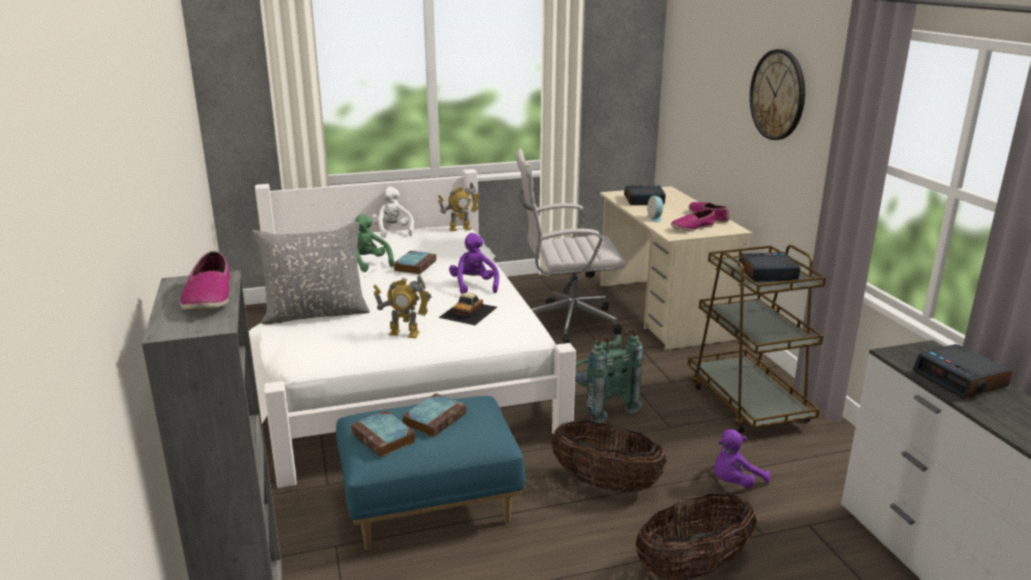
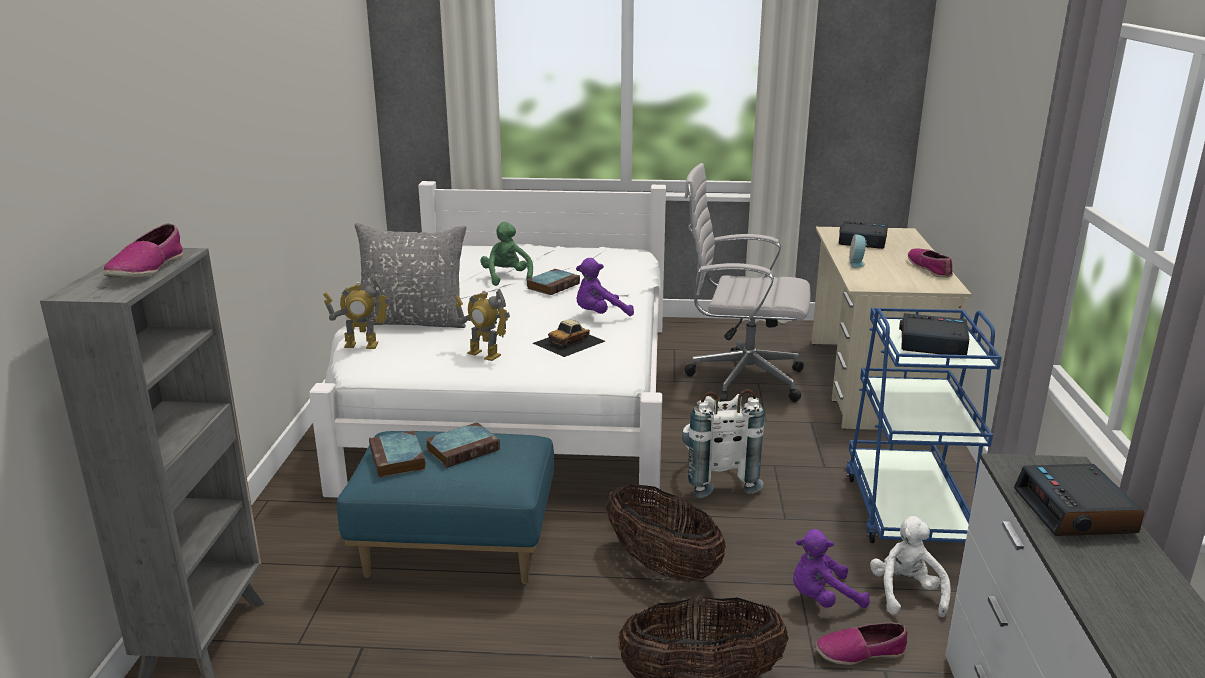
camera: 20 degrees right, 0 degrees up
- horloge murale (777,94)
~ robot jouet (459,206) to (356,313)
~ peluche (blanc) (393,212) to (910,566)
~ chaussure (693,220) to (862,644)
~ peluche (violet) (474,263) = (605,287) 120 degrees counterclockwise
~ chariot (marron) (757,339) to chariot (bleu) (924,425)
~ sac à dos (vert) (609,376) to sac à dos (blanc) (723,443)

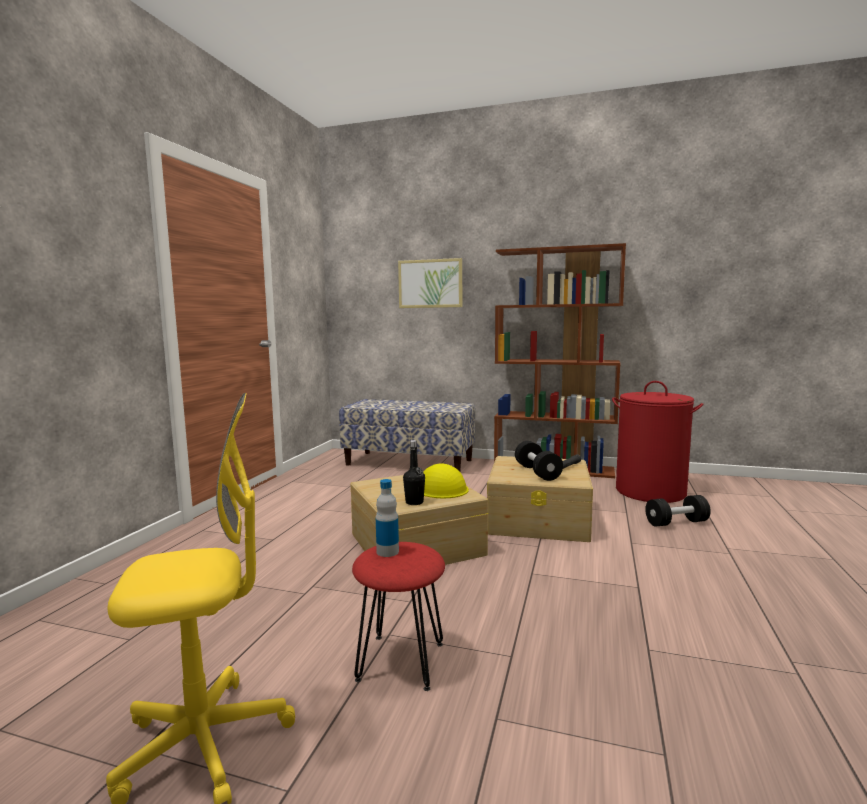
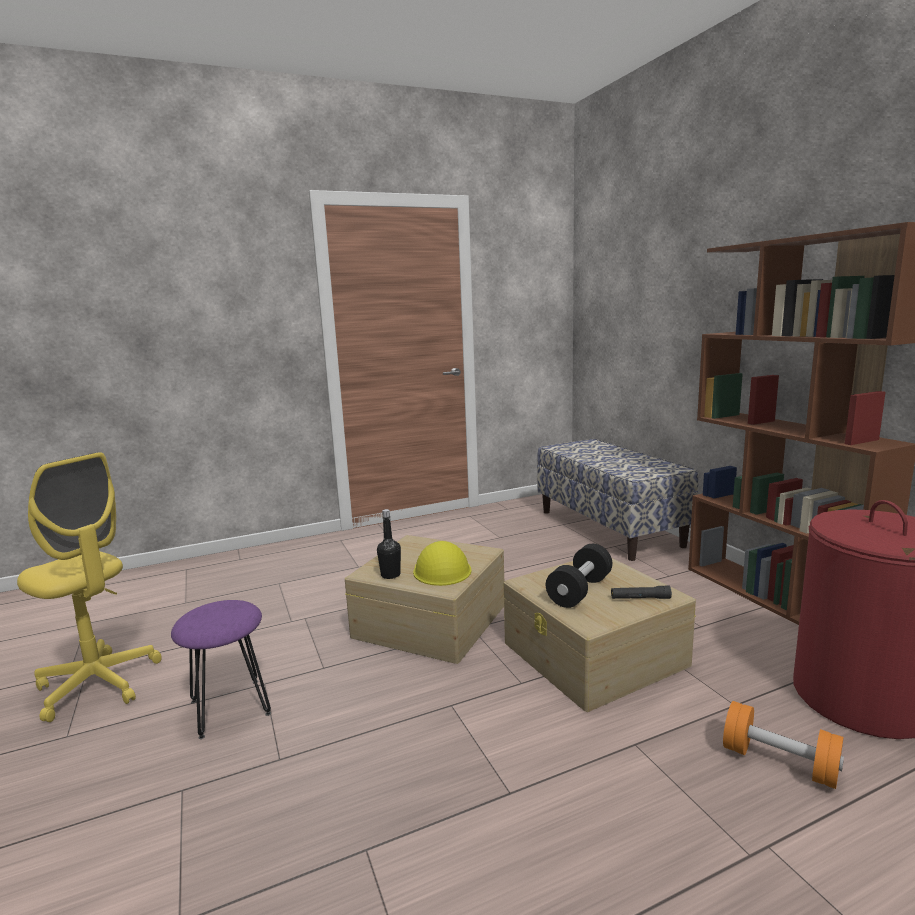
camera: 50 degrees right, 5 degrees up
- tableau (430,283)
- bouteille (387,518)
~ haltère (noir) (678,511) to haltère (orange) (783,745)
~ tabouret (rouge) (398,616) to tabouret (violet) (221,669)

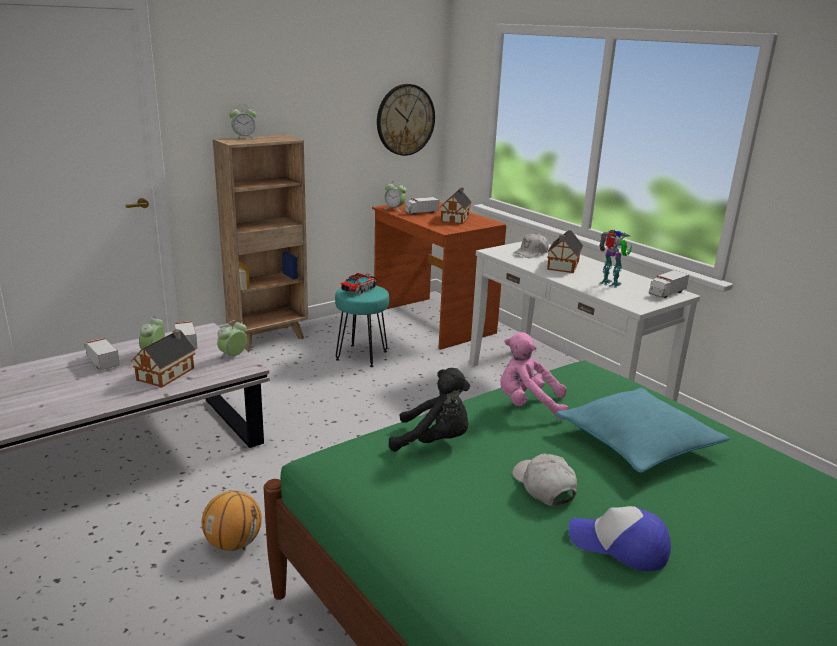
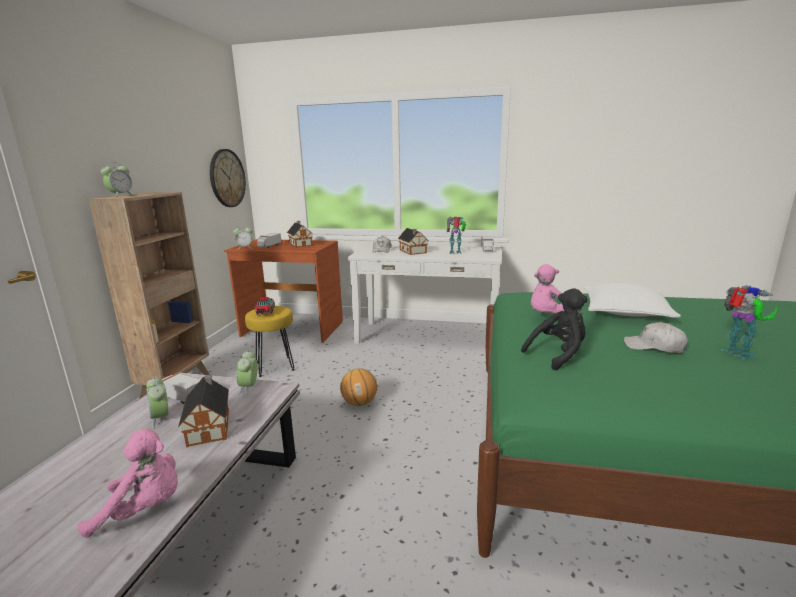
camera: 40 degrees left, 5 degrees down
~ tabouret (turquoise) (362,326) to tabouret (jaune) (270,341)
- camion jouet (102,354)
~ coussin (turquoise) (643,430) to coussin (blanc) (632,300)
~ ballon de basket (232,521) to (358,387)
~ casquette (620,538) to robot jouet (749,322)
+ peluche (rose) (128,483)

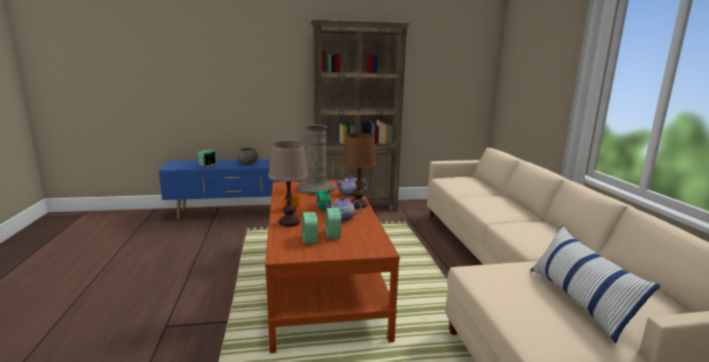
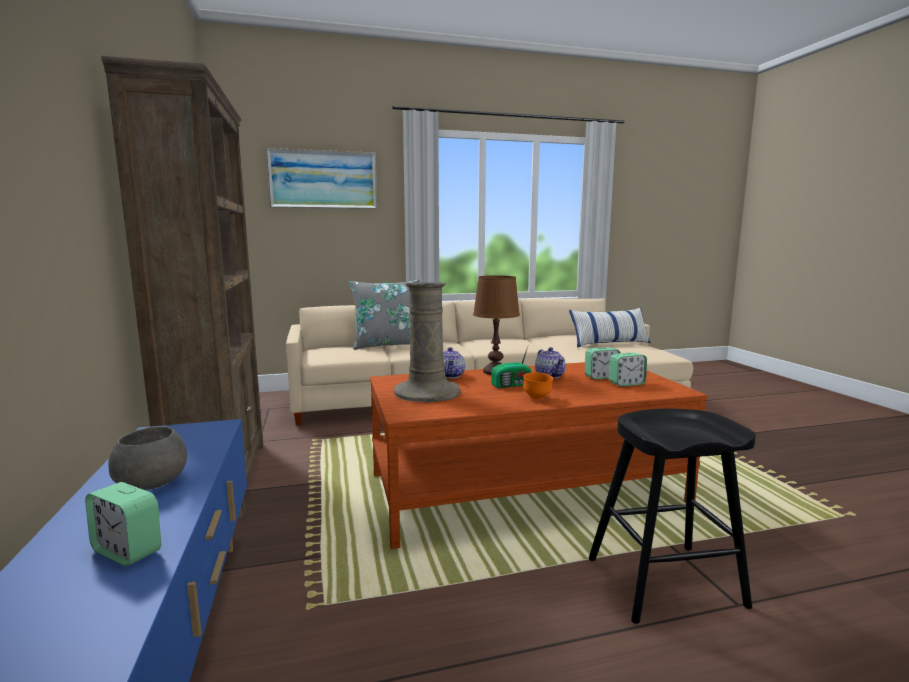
camera: 95 degrees left, 5 degrees down
- lampe de table (marron) (288,184)
+ tableau (321,178)
+ coussin (gris) (384,314)
+ tabouret (noir) (672,516)

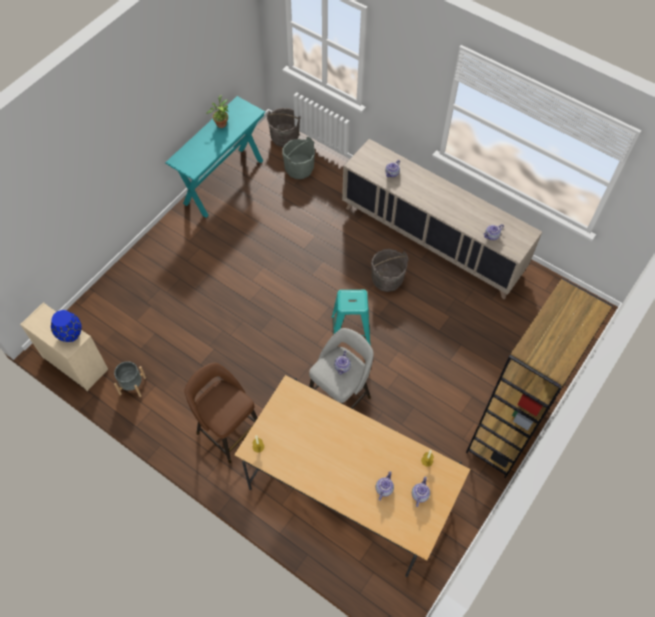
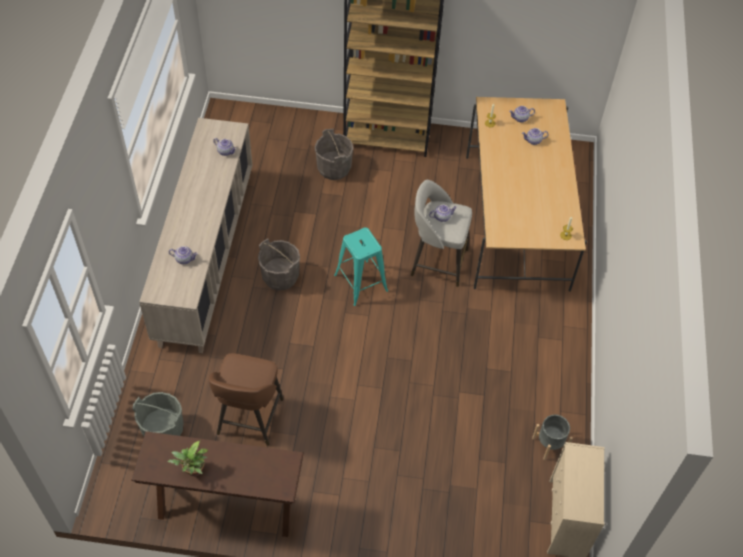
camera: 120 degrees left, 5 degrees down
~ table console (turquoise) (215,157) to table console (marron) (217,484)
~ seau (gris) (284,127) to (334,154)
- vase (bleu) (66,326)
~ tabouret (marron) (220,412) to (246,399)

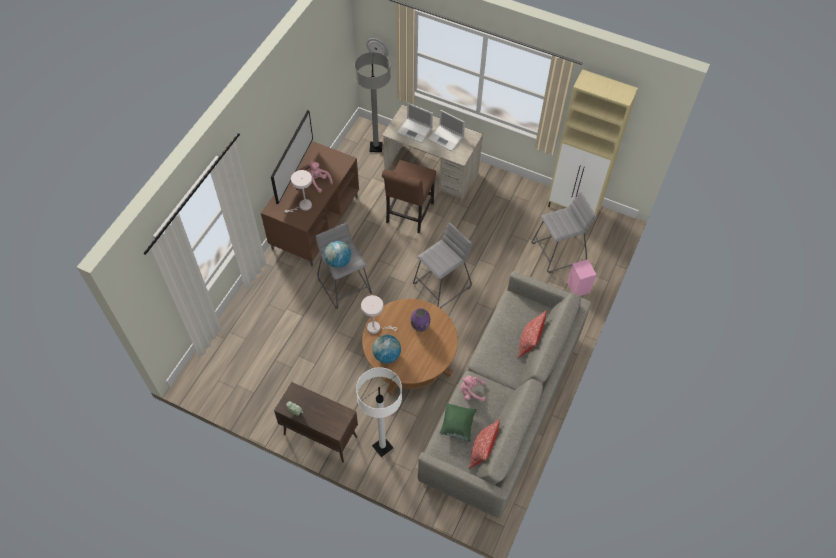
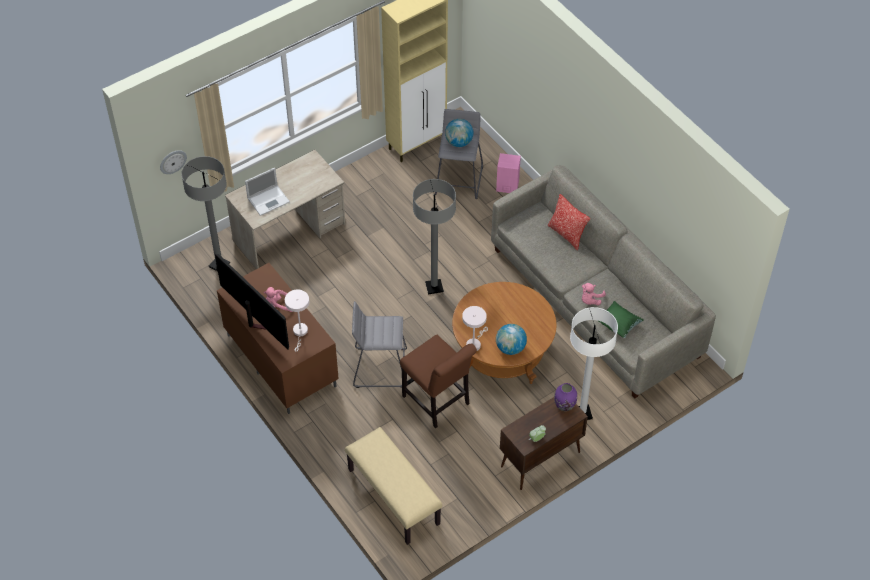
camera: 60 degrees left, 5 degrees down
- ordinateur portable (446,130)
~ chaise (marron) (409,196) to (438,382)
~ tabouret (gris) (442,265) to lampadaire (gris) (434,236)
~ globe (337,254) to (459,133)
~ vase (violet) (420,320) to (565,397)
- coussin (484,444)
+ banc (beige) (393,486)

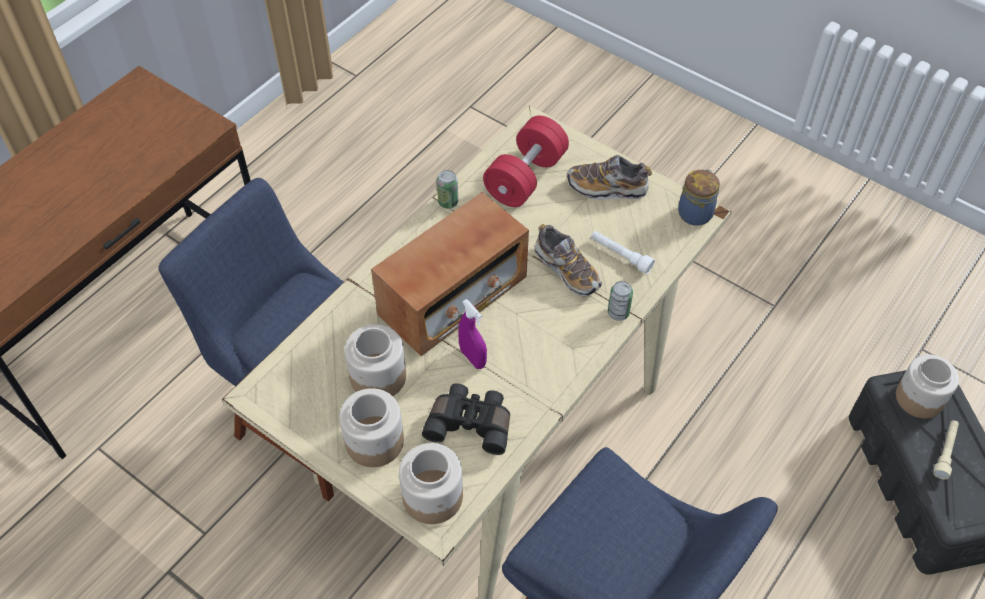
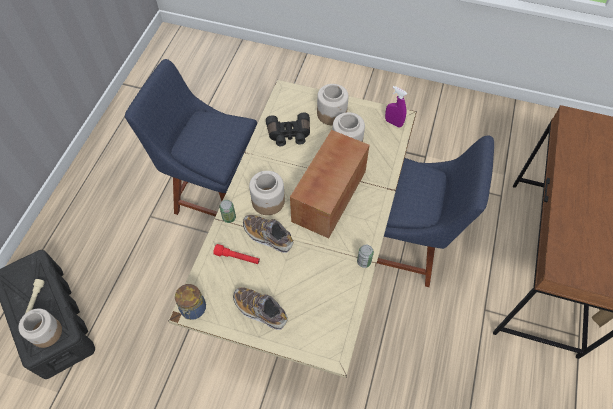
camera: 160 degrees right, 5 degrees up
- haltère (rouge) (526,161)
~ chaussure (609,177) = (260,308) 135 degrees counterclockwise
~ lampe de poche (blanc) (623,252) to lampe de poche (rouge) (236,254)
~ vaporisateur (violet) (472,334) to (396,107)
~ bocal (431,483) to (267,193)

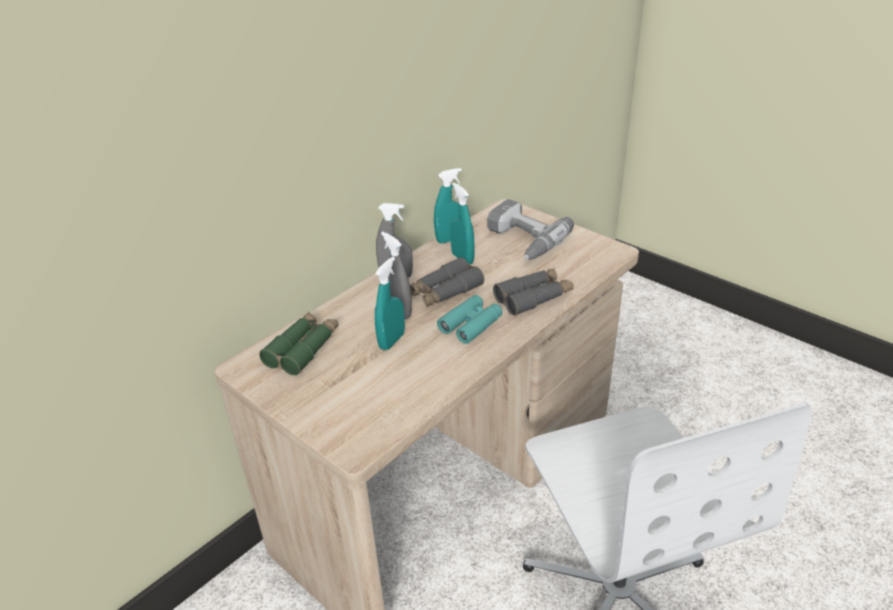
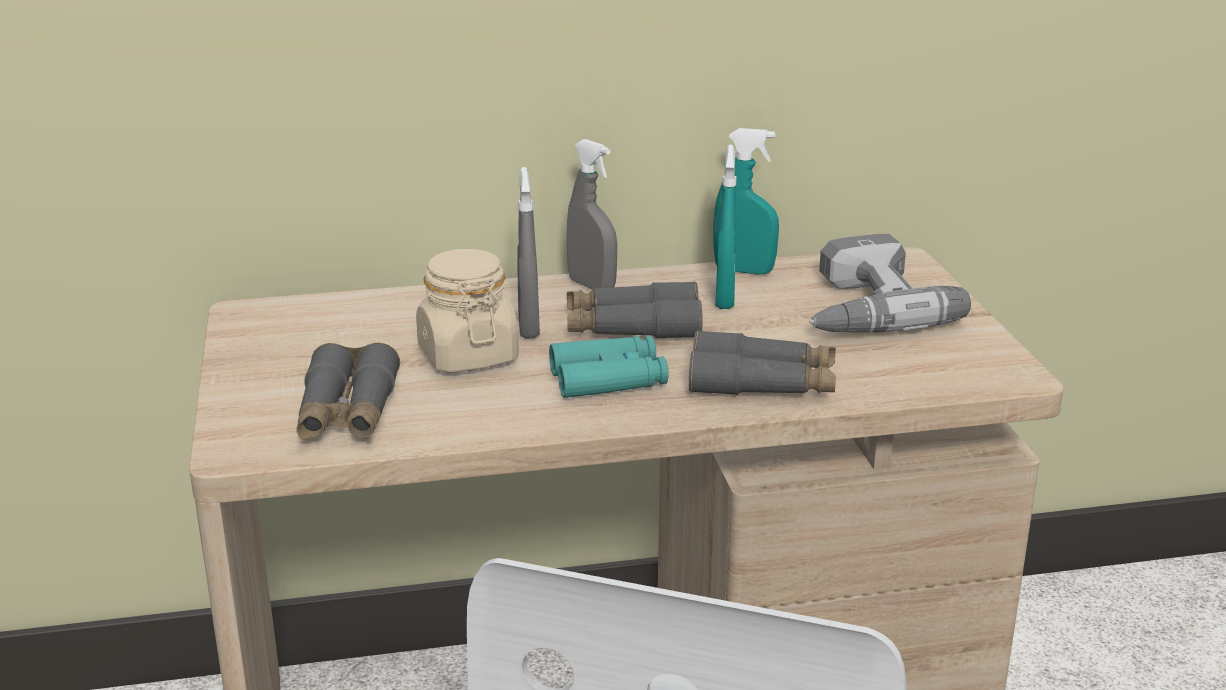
camera: 35 degrees right, 10 degrees down
~ vaporisateur (turquoise) (390,303) to bocal (beige) (467,311)
- jumelles (vert) (299,343)
+ jumelles (gris) (348,391)

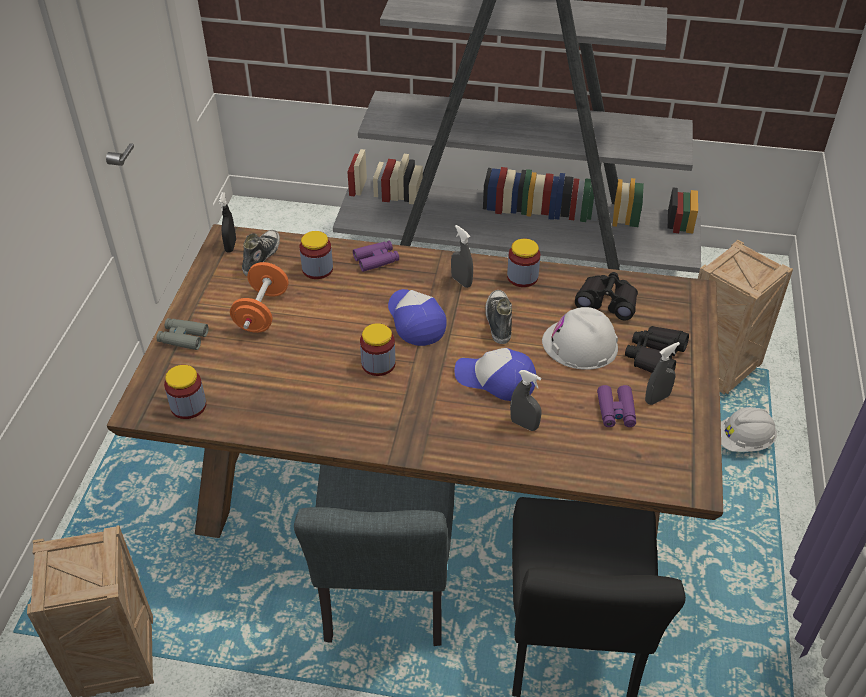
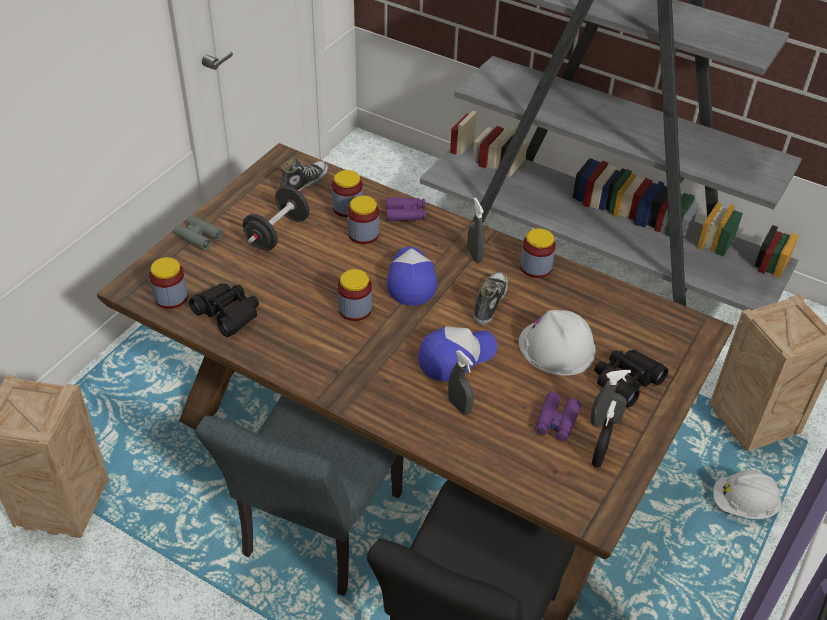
camera: 20 degrees right, 0 degrees up
~ vaporisateur (noir) (227,222) to (604,433)
~ haltère (orange) (259,297) to haltère (noir) (276,218)
~ jumelles (noir) (606,296) to (224,310)
~ casquette (495,374) = (457,353) 105 degrees clockwise
+ bocal (363,220)

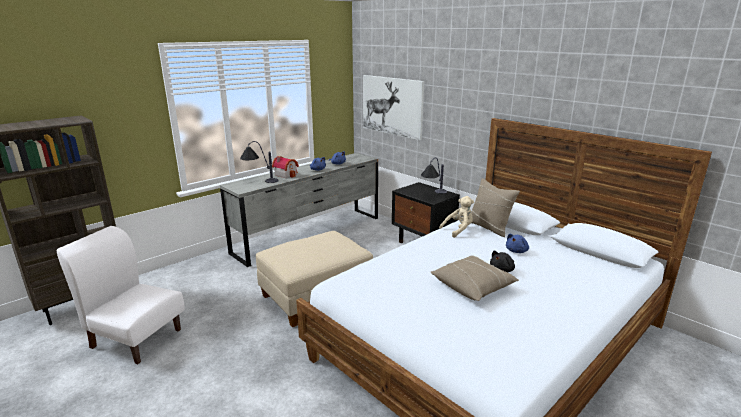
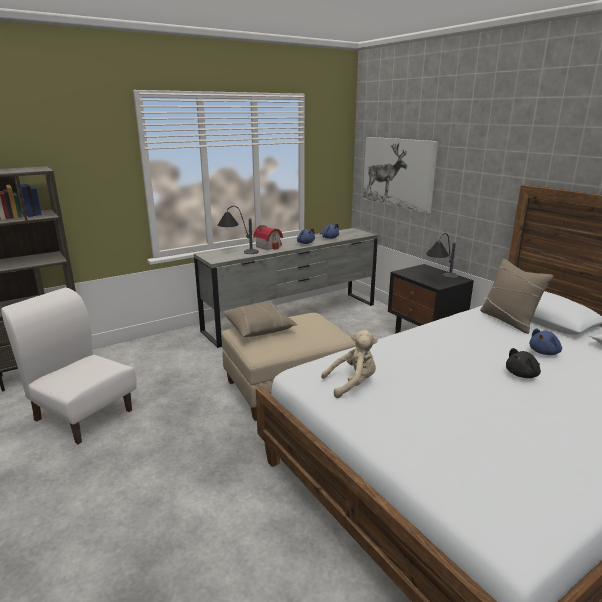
camera: 10 degrees right, 0 degrees up
~ peluche (beige) (456,217) to (349,364)
~ coussin (beige) (475,278) to (260,319)

